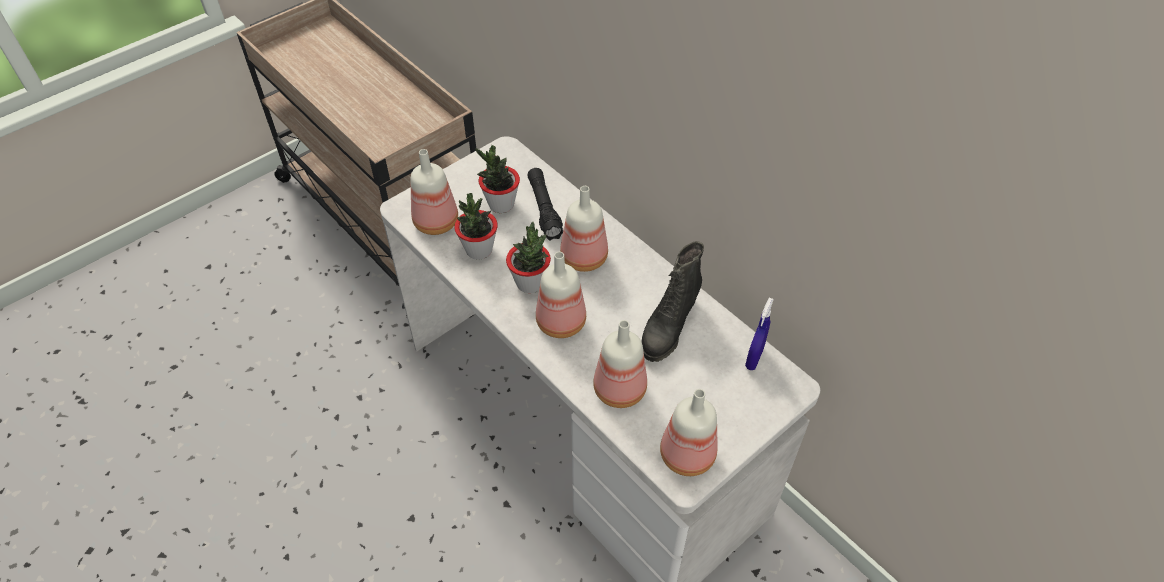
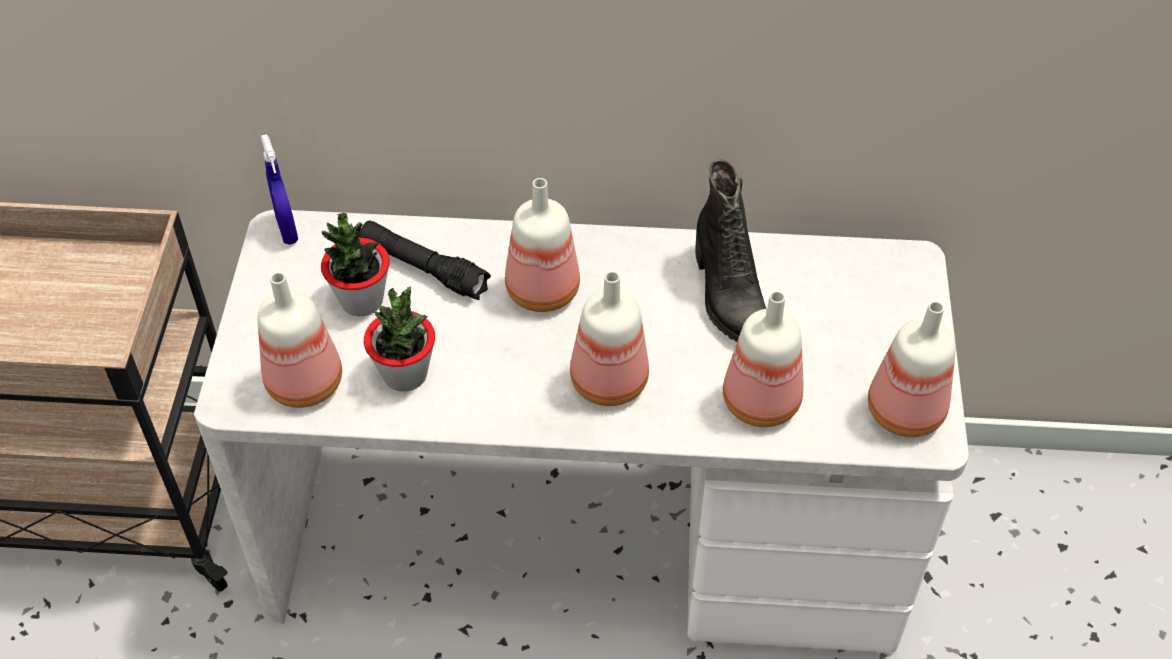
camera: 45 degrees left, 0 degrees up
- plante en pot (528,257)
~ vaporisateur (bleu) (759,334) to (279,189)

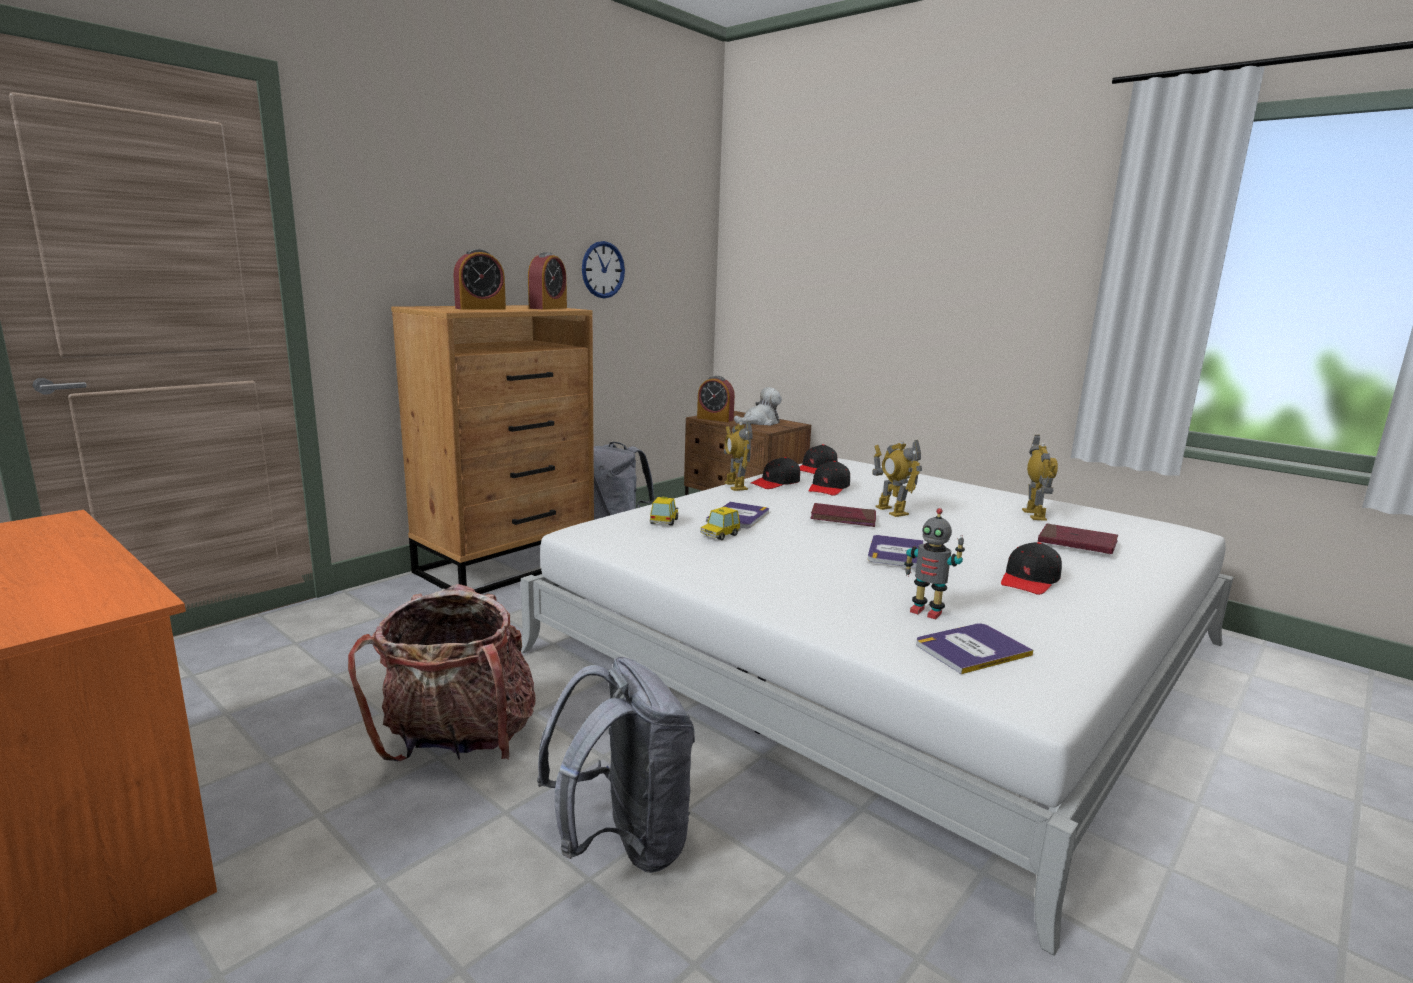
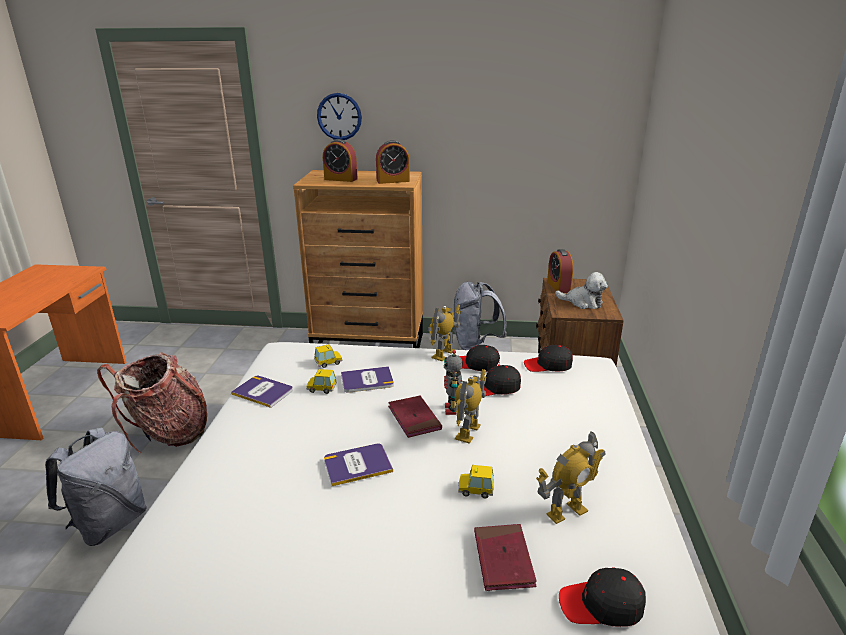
camera: 55 degrees right, 10 degrees up
~ horloge murale (603,269) to (339,116)
~ robot jouet (934,563) to (453,382)
~ casquette (noir) (1031,568) to (602,597)
~ livre (974,648) to (262,392)
+ petite voiture (476,481)

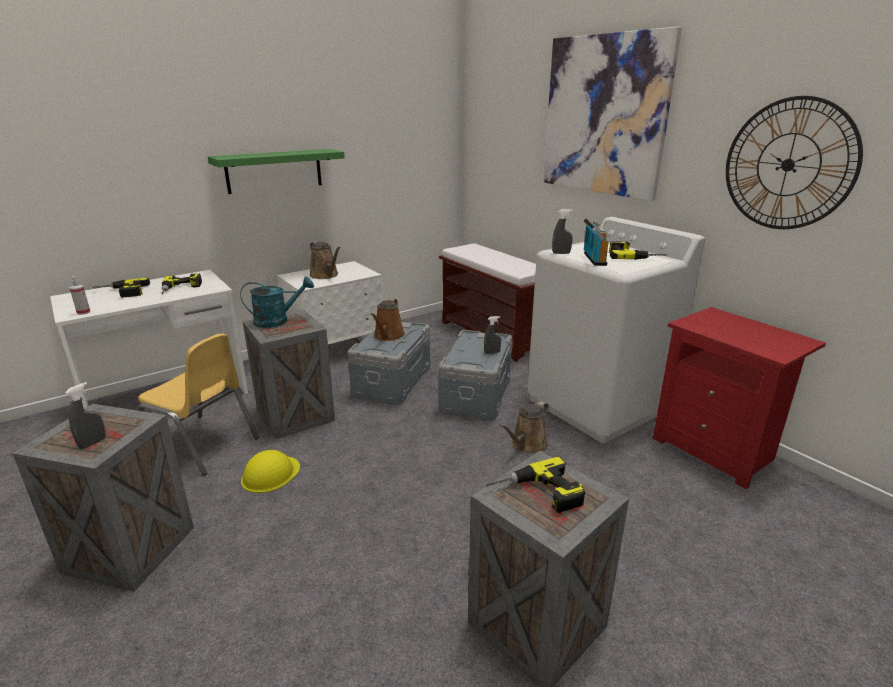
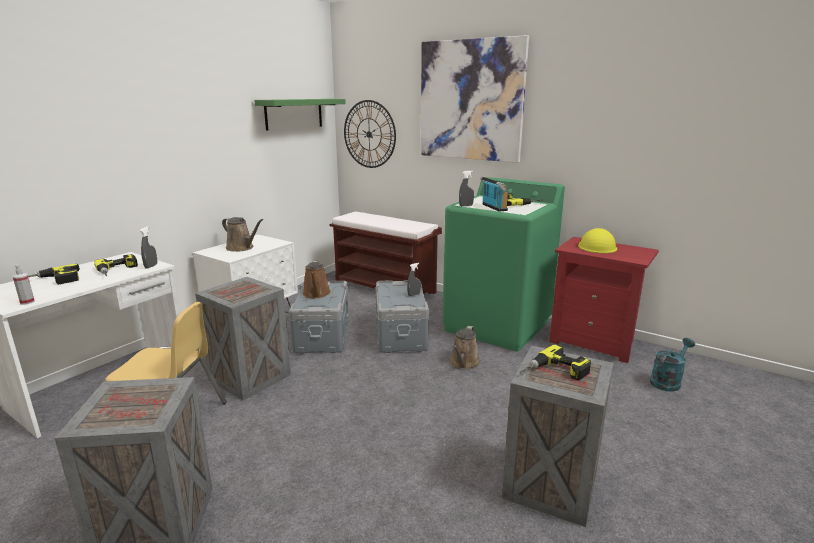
camera: 20 degrees left, 5 degrees down
~ horloge murale (794,162) to (370,134)
~ étagère (vert) (276,171) to (300,115)
~ lave-linge (blanc) (616,330) to lave-linge (vert) (503,264)
~ arrosoir (turquoise) (277,302) to (672,365)
~ vaporisateur (gris) (85,415) to (148,247)
~ casque de chantier (jaune) (270,471) to (597,240)

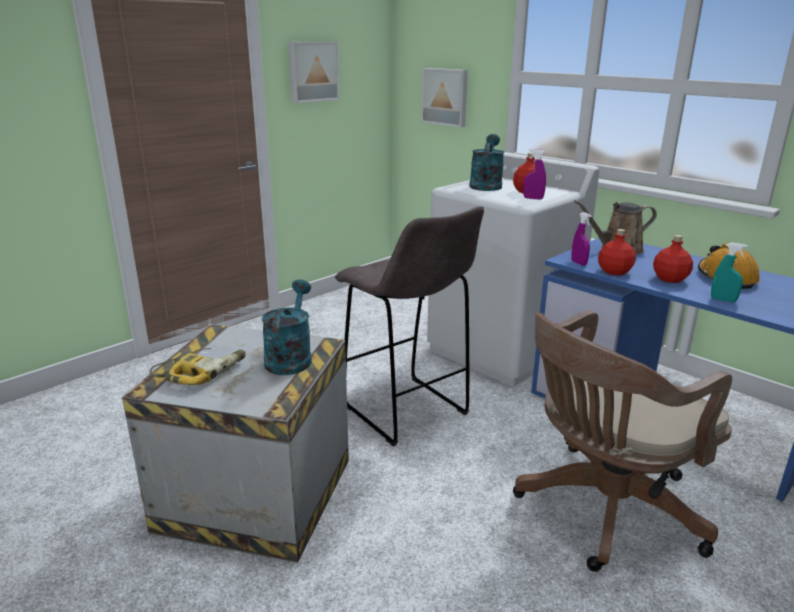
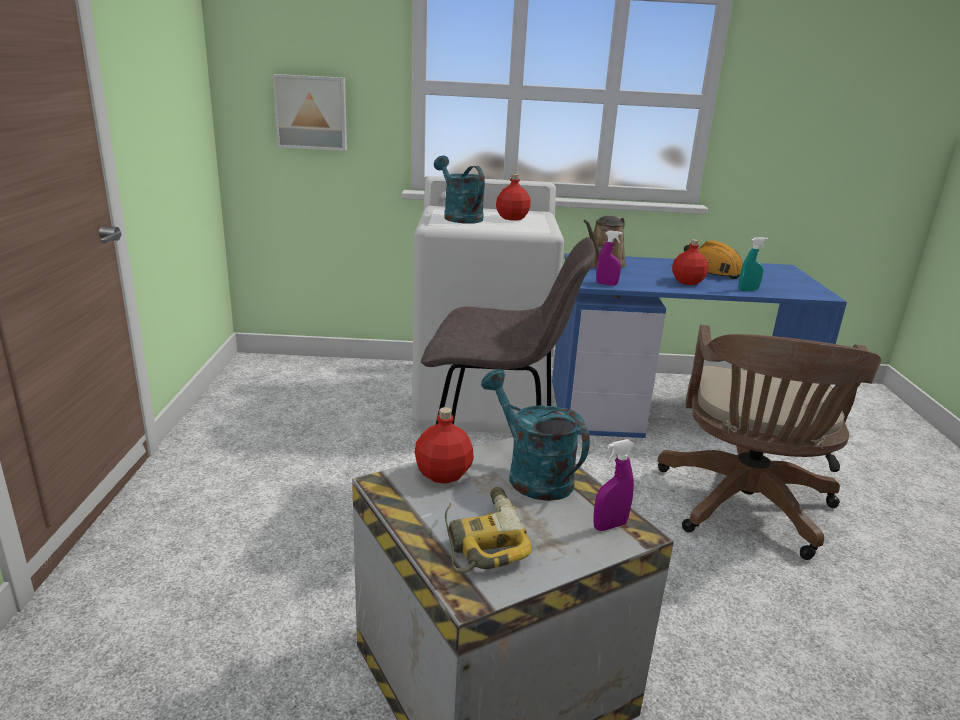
camera: 45 degrees left, 0 degrees up
- tableau (314,72)
~ vaporisateur (violet) (534,174) to (613,485)
~ bouteille (rouge) (617,252) to (444,445)

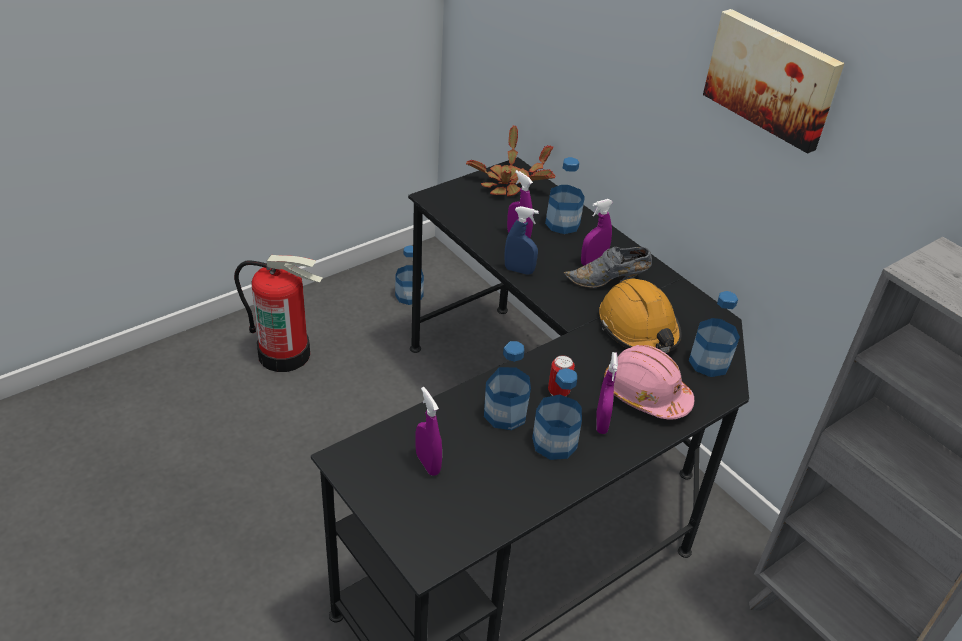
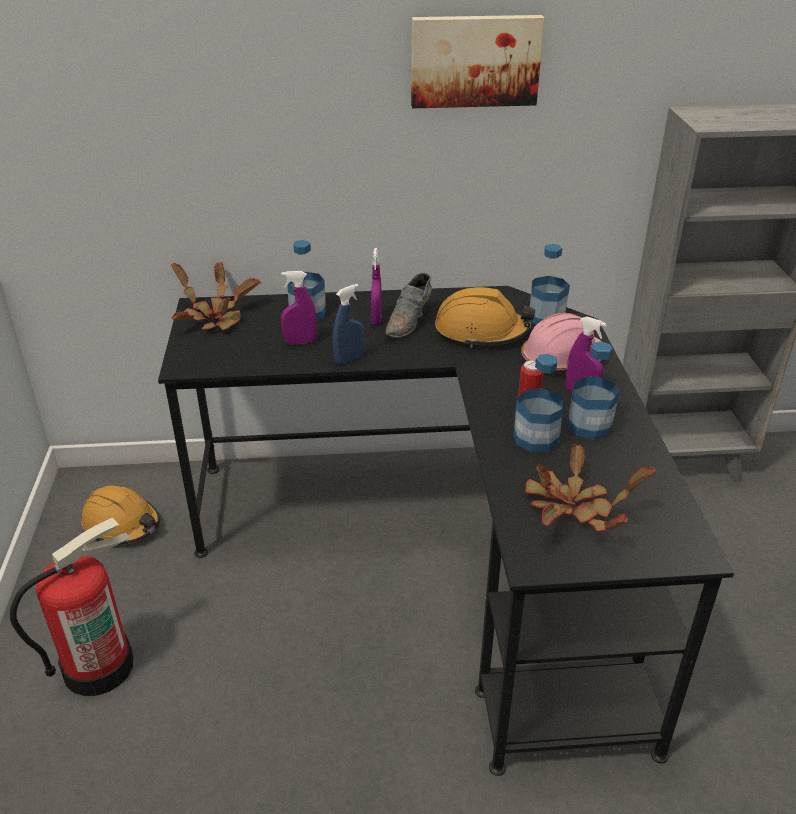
camera: 55 degrees left, 5 degrees down
~ bouteille (409,275) to casque de chantier (orange) (120,515)
~ vaporisateur (violet) (429,431) to plante en pot (590,487)

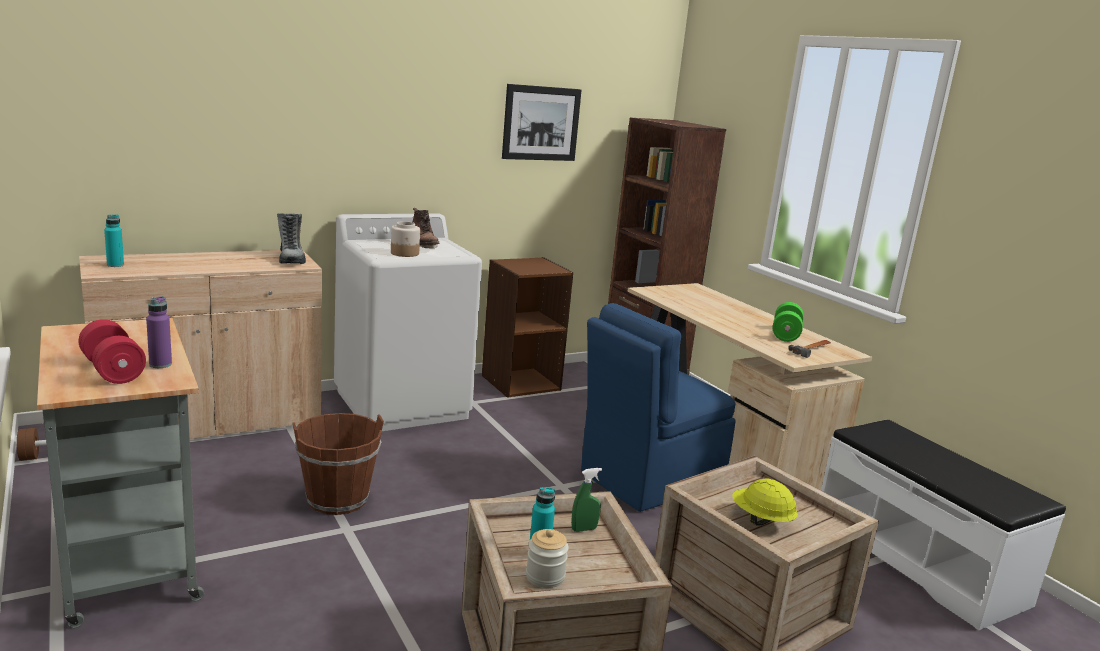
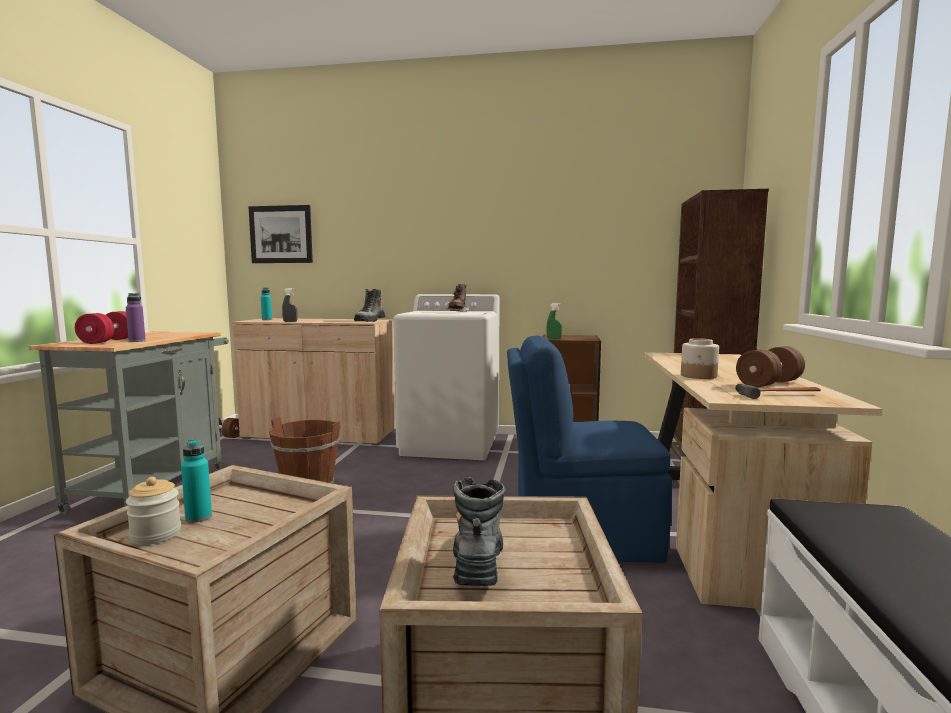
camera: 40 degrees right, 10 degrees down
~ tableau (542,122) to (281,234)
~ bocal (405,239) to (700,358)
~ haltère (vert) (788,322) to haltère (marron) (770,367)
~ vaporisateur (vert) (586,500) to (554,321)
~ casque de chantier (jaune) (765,502) to botte (479,531)
+ vaporisateur (gris) (290,305)

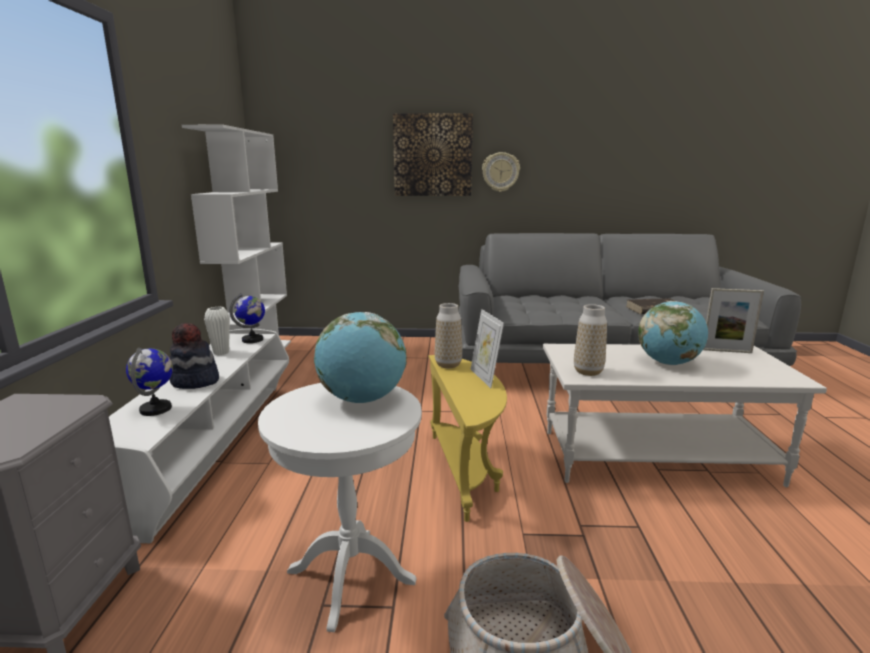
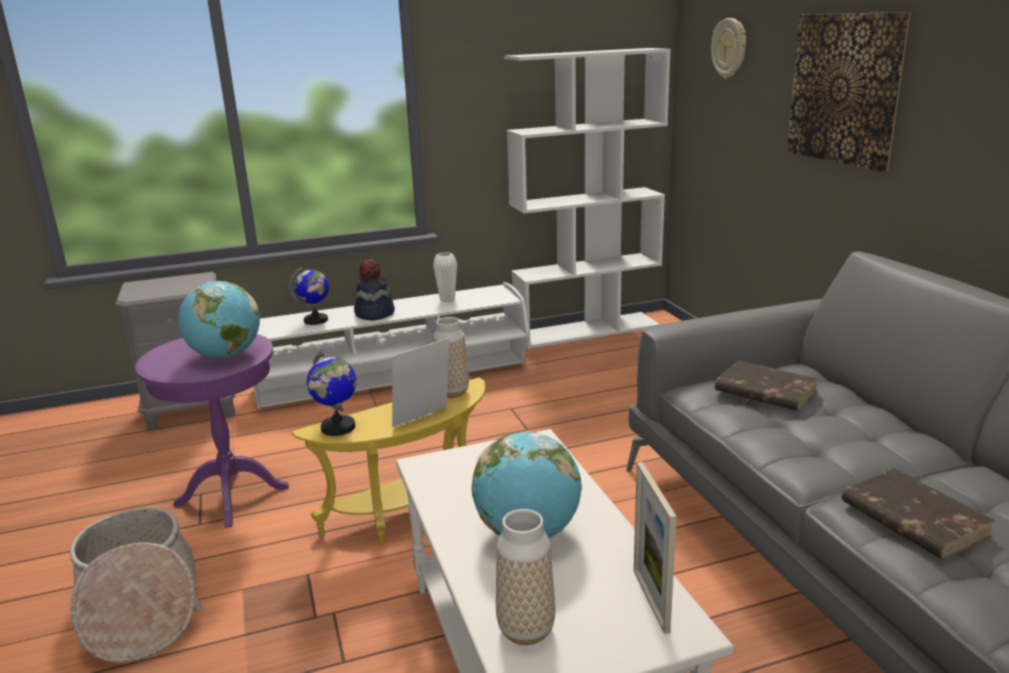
camera: 70 degrees right, 5 degrees up
~ horloge murale (501,172) to (728,48)
~ globe (247,318) to (331,393)
~ vase (590,340) to (525,577)
~ table d'appoint (blanc) (340,507) to table d'appoint (violet) (212,431)
+ livre (marron) (767,386)

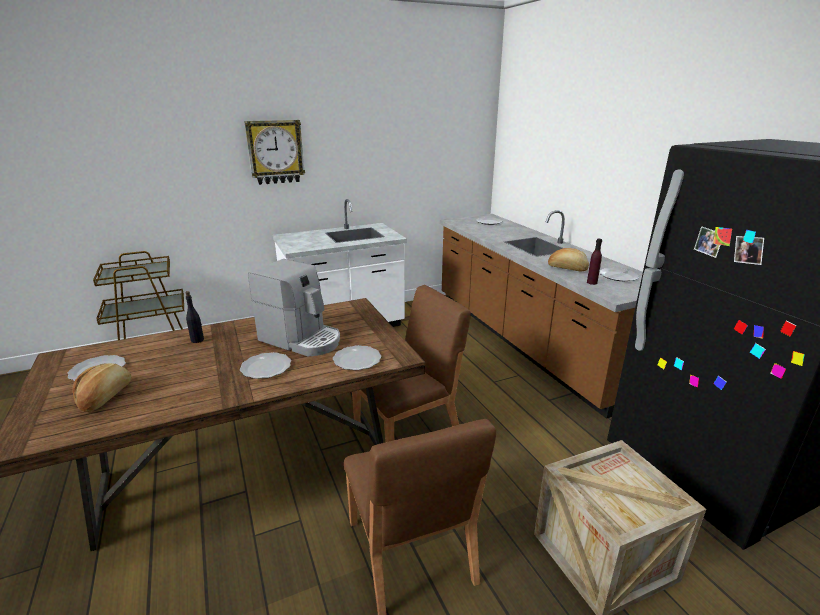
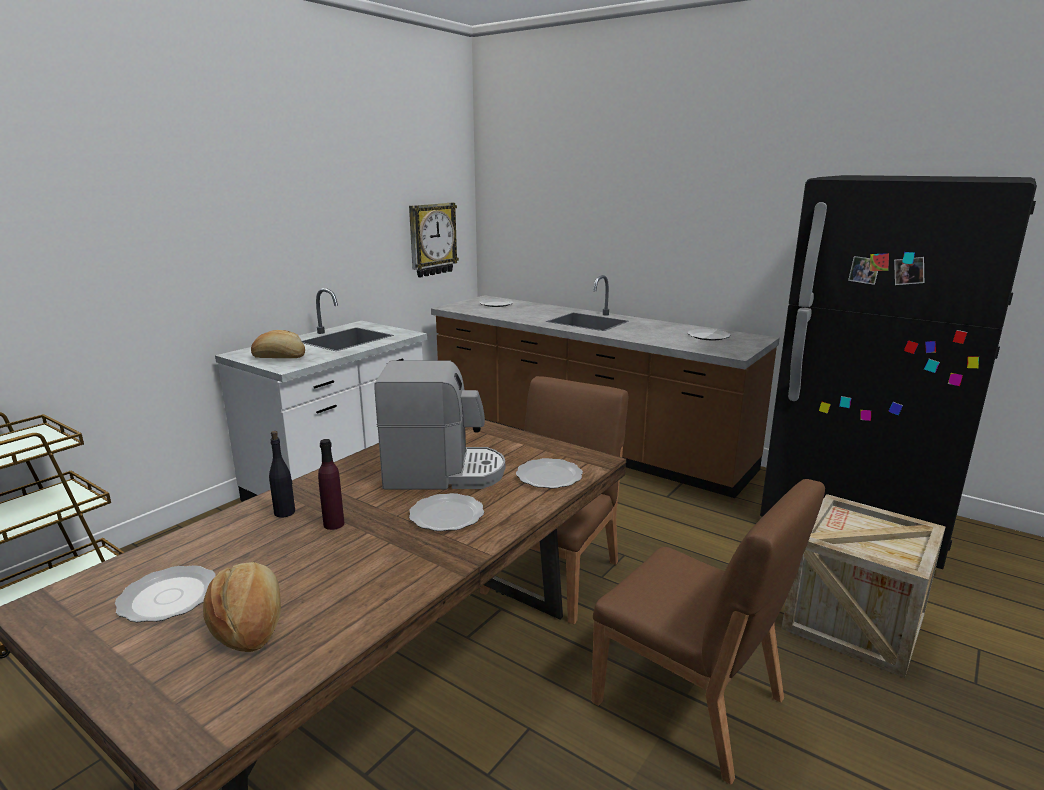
camera: 30 degrees left, 5 degrees down
~ horloge murale (274,152) to (434,240)
~ bouteille (violet) (594,262) to (331,484)
~ pain (568,259) to (278,344)

